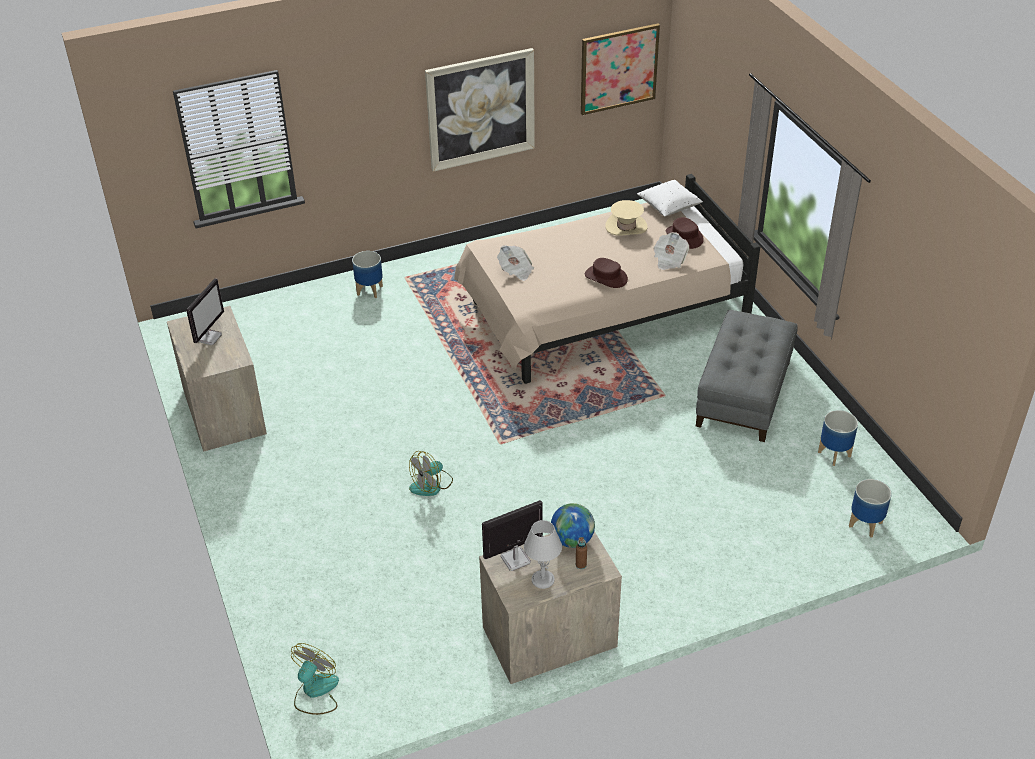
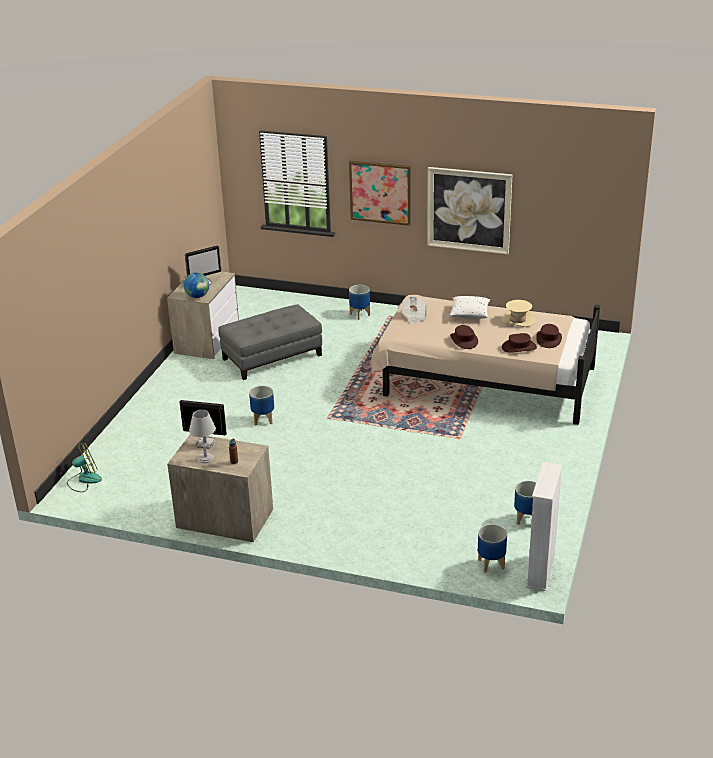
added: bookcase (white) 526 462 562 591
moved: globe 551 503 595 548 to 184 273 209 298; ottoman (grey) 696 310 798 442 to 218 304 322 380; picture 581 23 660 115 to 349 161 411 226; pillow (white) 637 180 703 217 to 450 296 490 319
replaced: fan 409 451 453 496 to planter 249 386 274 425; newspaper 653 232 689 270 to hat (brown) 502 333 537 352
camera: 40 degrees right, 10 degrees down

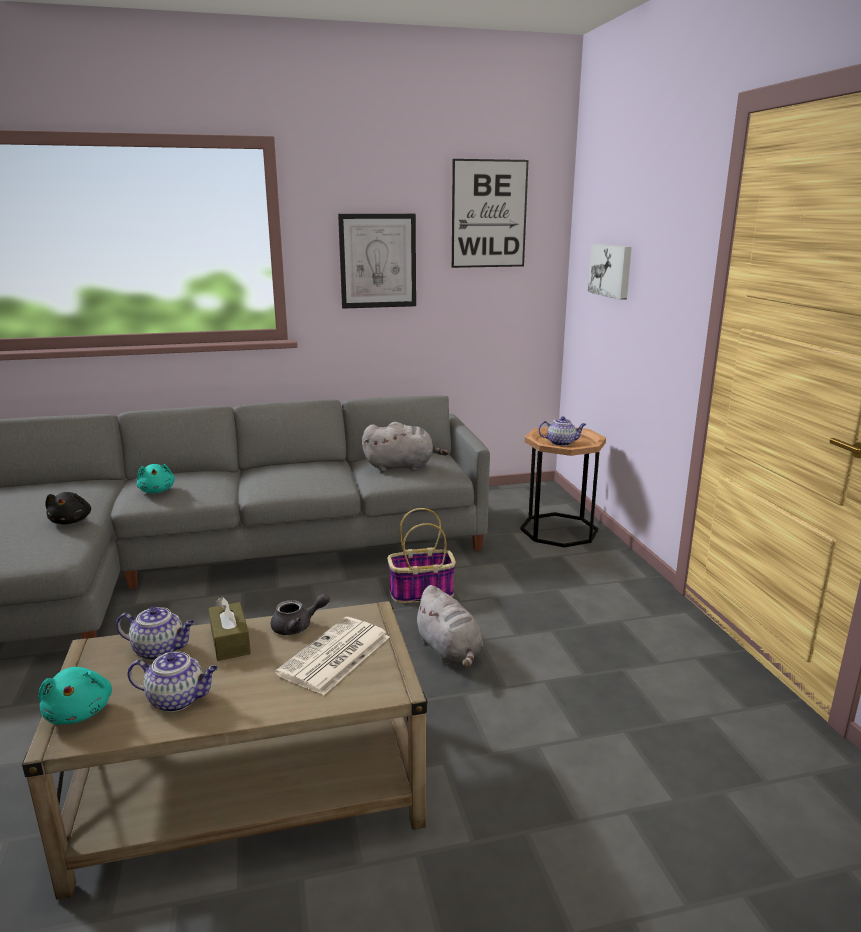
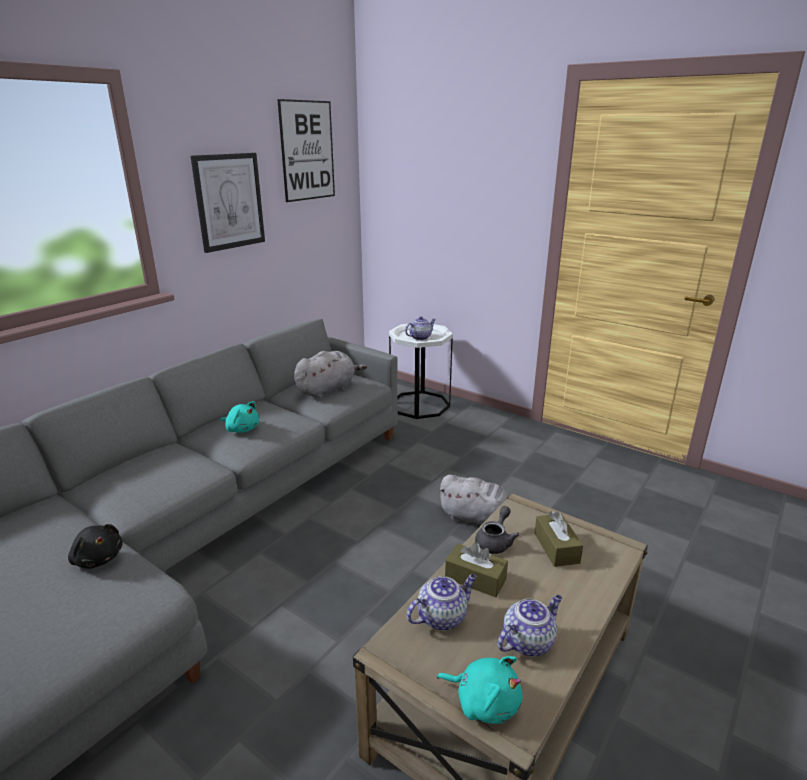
removed: basket 387 508 456 603; picture 588 244 632 300
moved: plush toy (turquoise) 137 464 175 493 to 220 401 259 433
replaced: newspaper 275 617 390 696 to tissue box (brown) 535 511 583 567
recoloured: side table (brown) 520 427 606 547 to side table (white) 389 324 453 419
camera: 40 degrees left, 5 degrees up

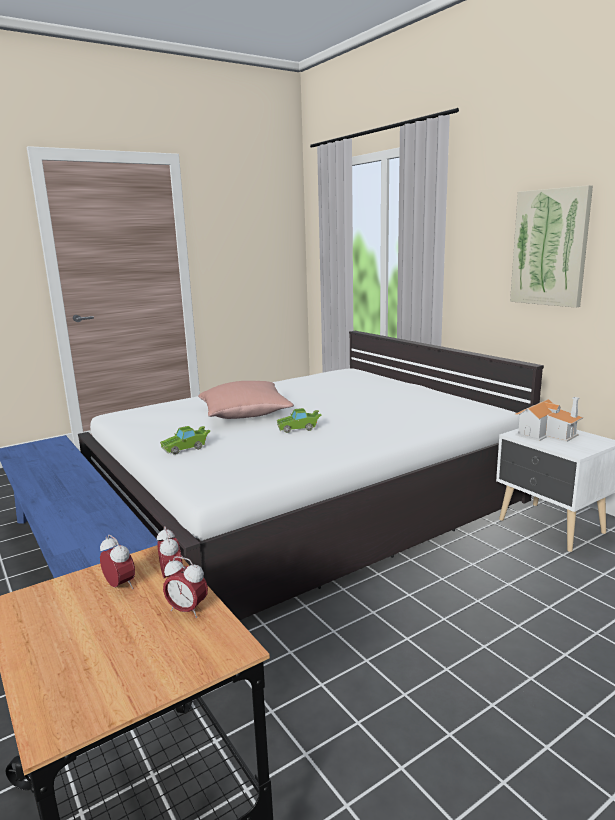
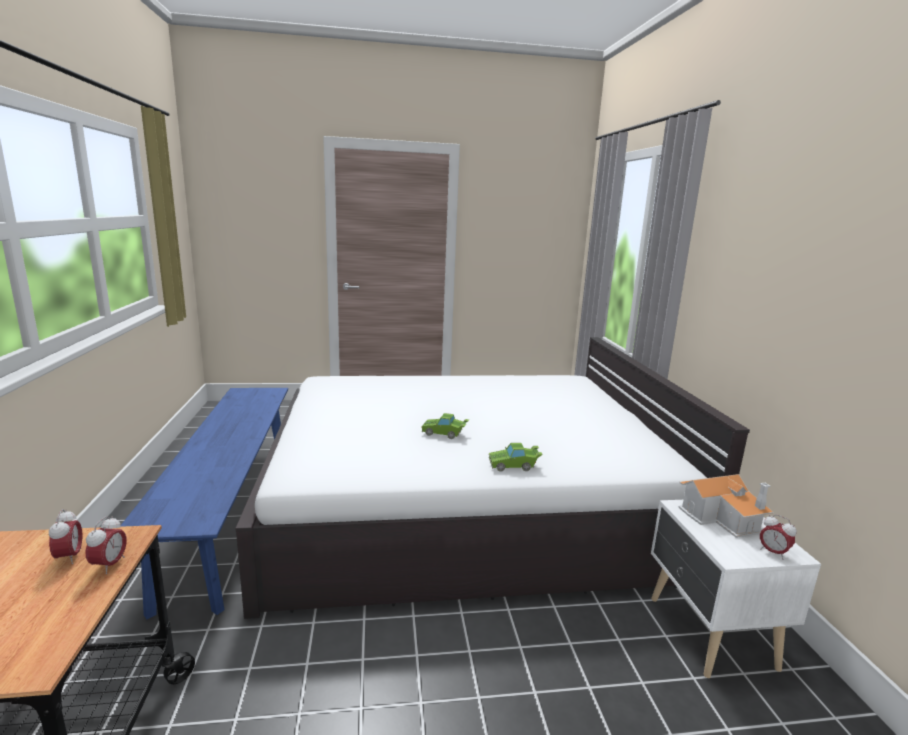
removed: pillow (pink) 198 381 294 419; picture 510 185 593 308
moved: toy car (green) 160 426 210 455 to 489 443 543 472; alarm clock 163 556 208 618 to 760 514 797 560
camera: 25 degrees right, 0 degrees up

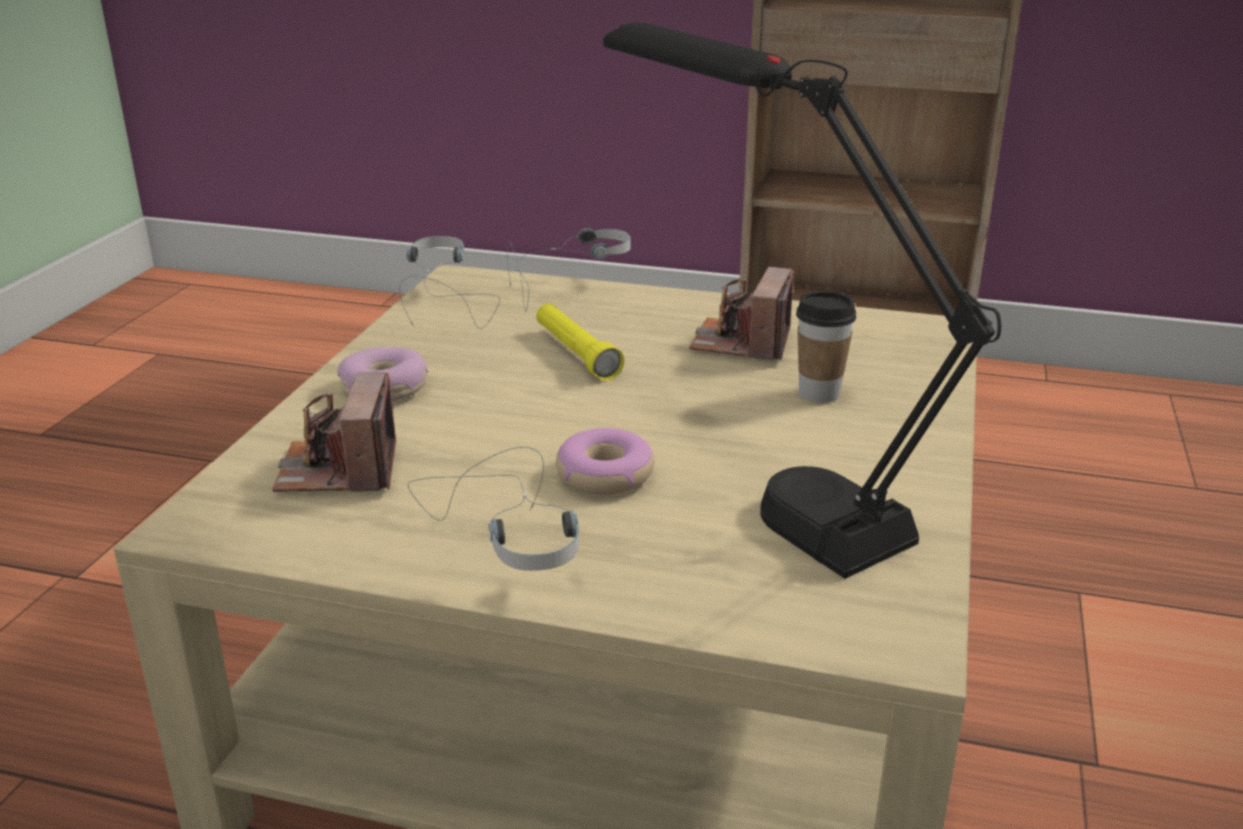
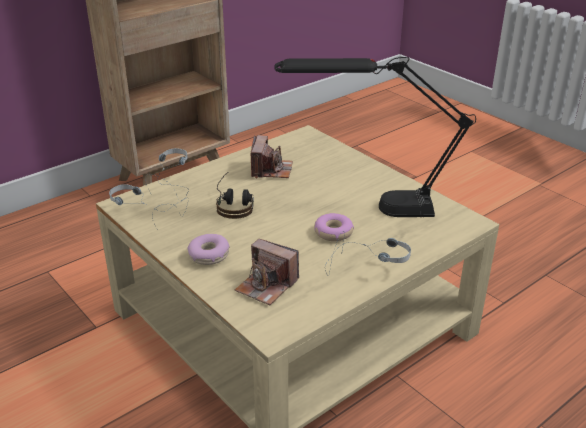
removed: cup 796 291 856 403
replaced: flashlight (yellow) 536 303 624 381 to headphones 216 172 254 219
turned: photo camera 689 267 794 360 = 251 135 293 178 135 degrees counterclockwise
camera: 55 degrees left, 5 degrees up

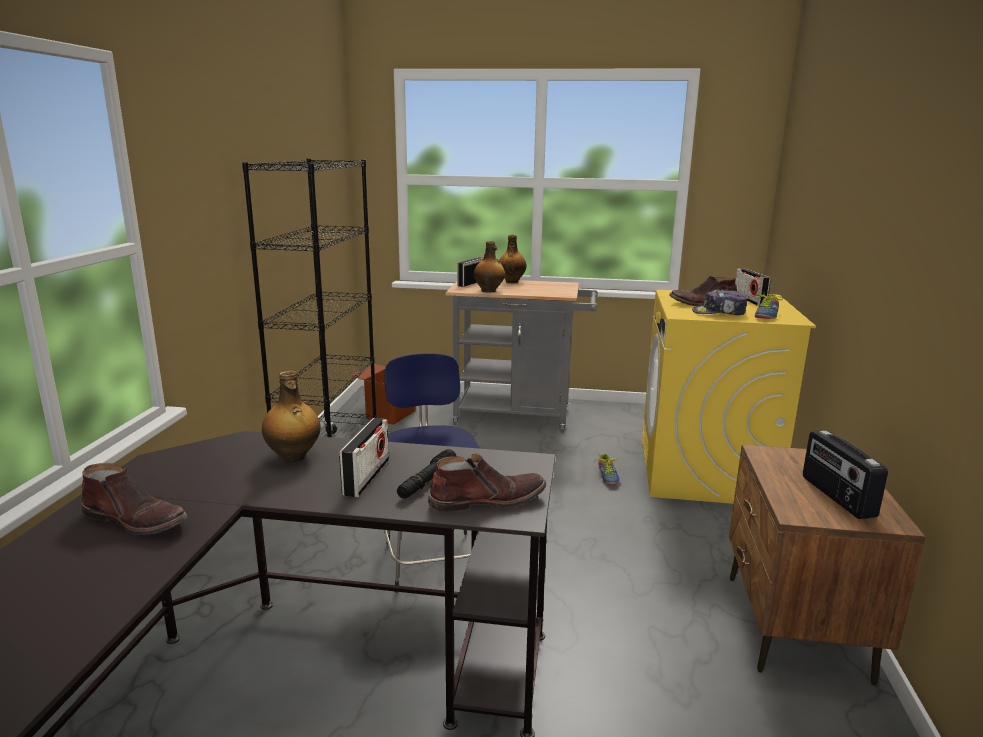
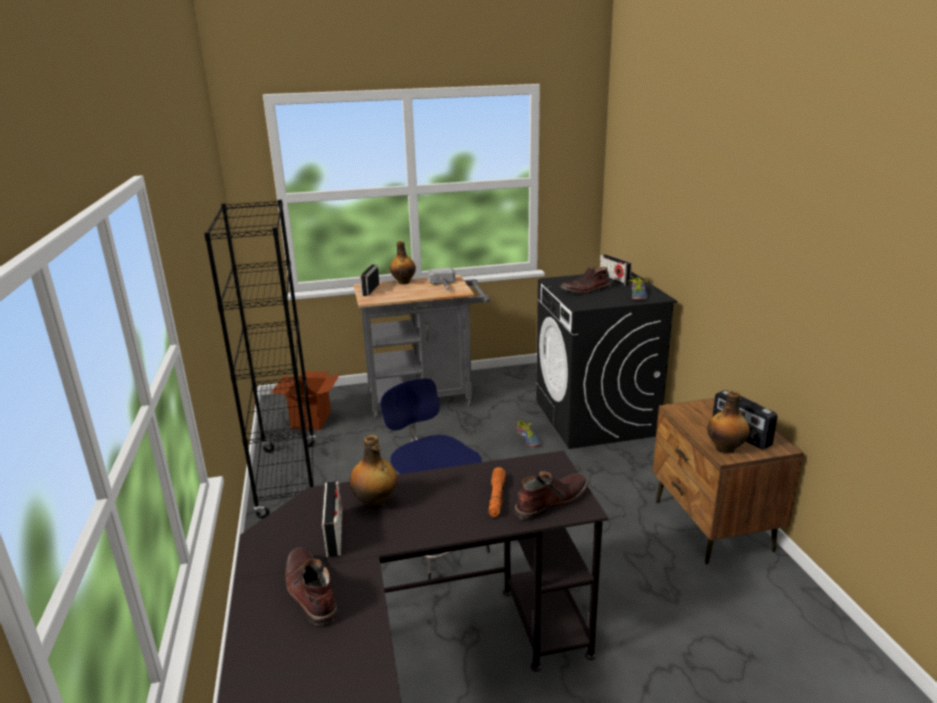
removed: cap 692 289 747 315
added: hammer 428 268 455 290
moved: radio 339 418 389 497 to 322 481 343 557; bottle 474 241 505 293 to 707 391 750 454
recoloured: flashlight (black) 397 449 456 499 to flashlight (orange) 489 467 505 517; washing machine (yellow) 642 290 816 504 to washing machine (black) 536 271 677 449
turned: boot (brown) 81 463 187 535 = 285 547 338 625 120 degrees counterclockwise
camera: 20 degrees left, 5 degrees up

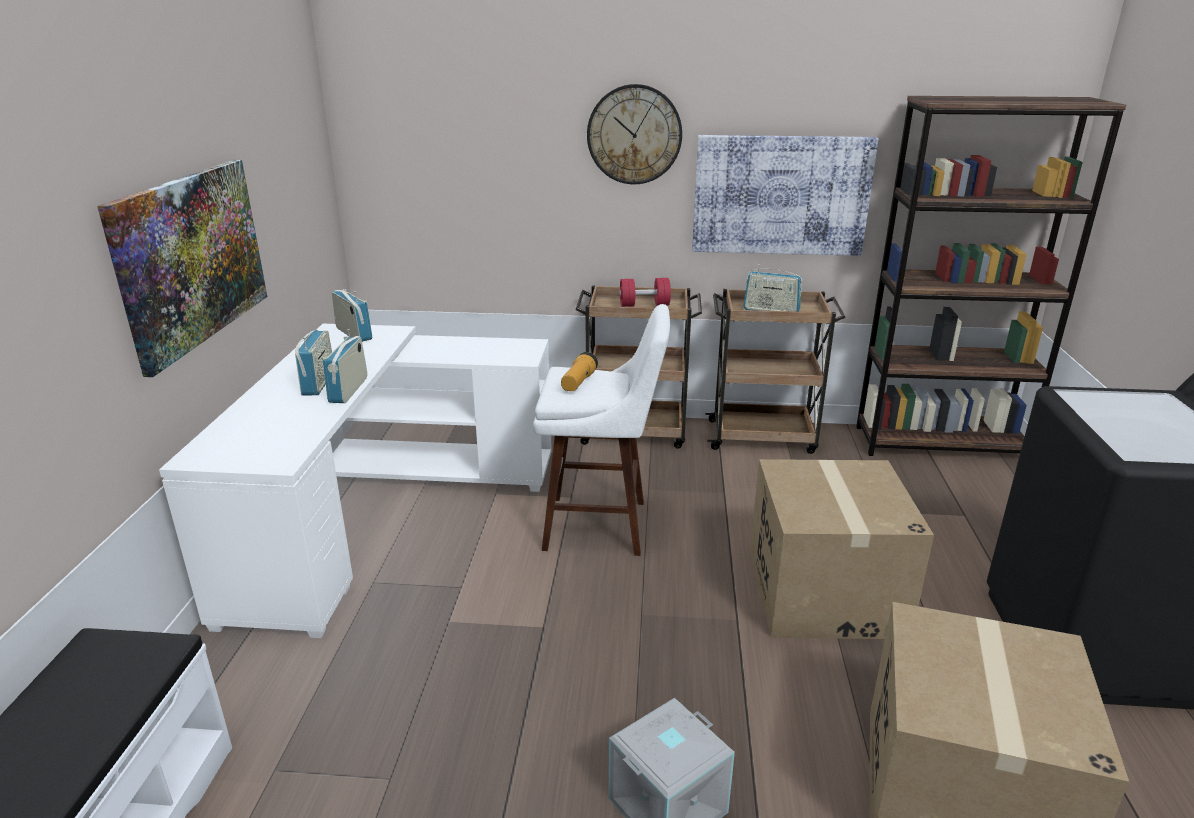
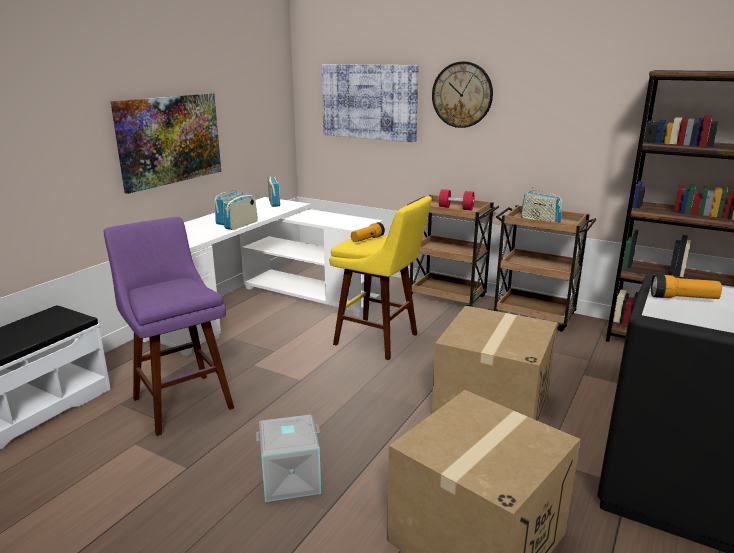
added: stool (purple) 104 217 234 436; flashlight 651 274 722 299
moved: picture 692 135 878 256 to 322 64 419 142
recoloured: stool (white) 533 304 670 556 to stool (yellow) 329 196 432 360
camera: 25 degrees right, 5 degrees down

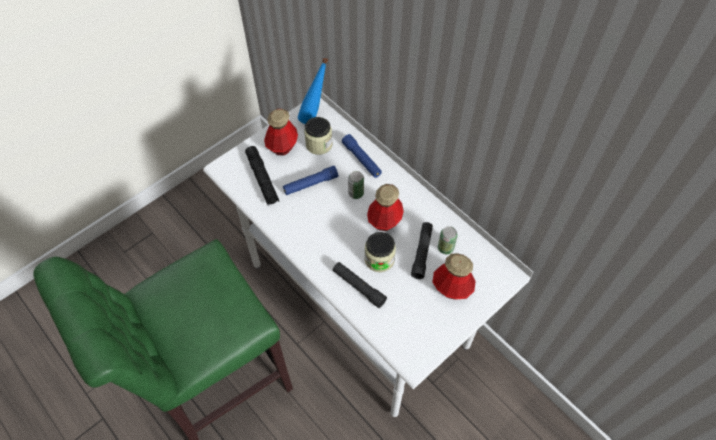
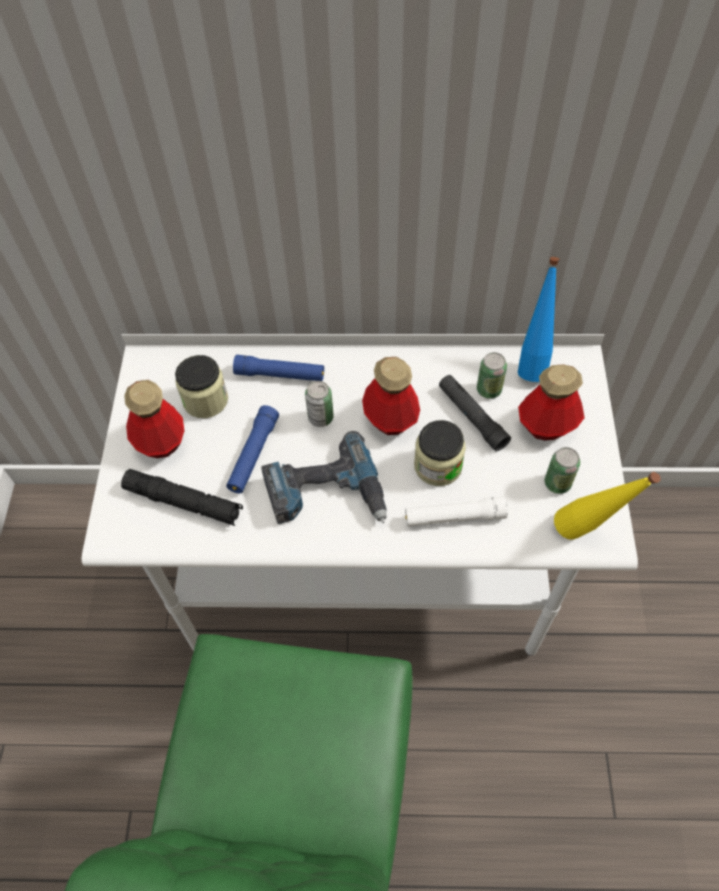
added: power drill 261 431 387 524; can 545 447 580 494; bottle (yellow) 554 472 661 540
moved: bottle (blue) 298 58 328 124 to 518 257 560 382
recoloured: flashlight (black) 333 262 387 308 to flashlight (white) 405 496 508 527
camera: 45 degrees left, 0 degrees up

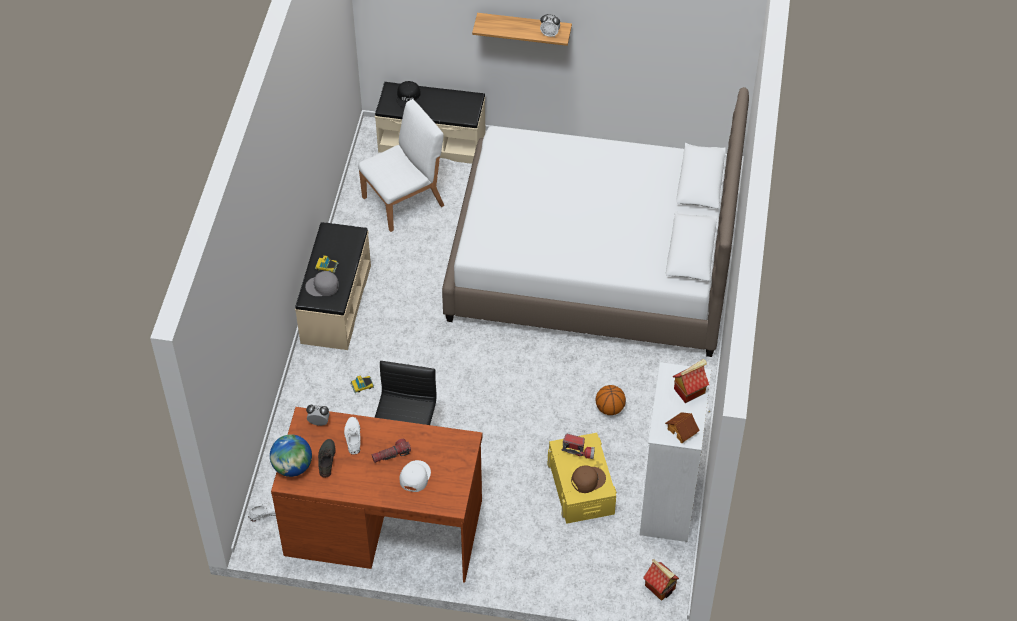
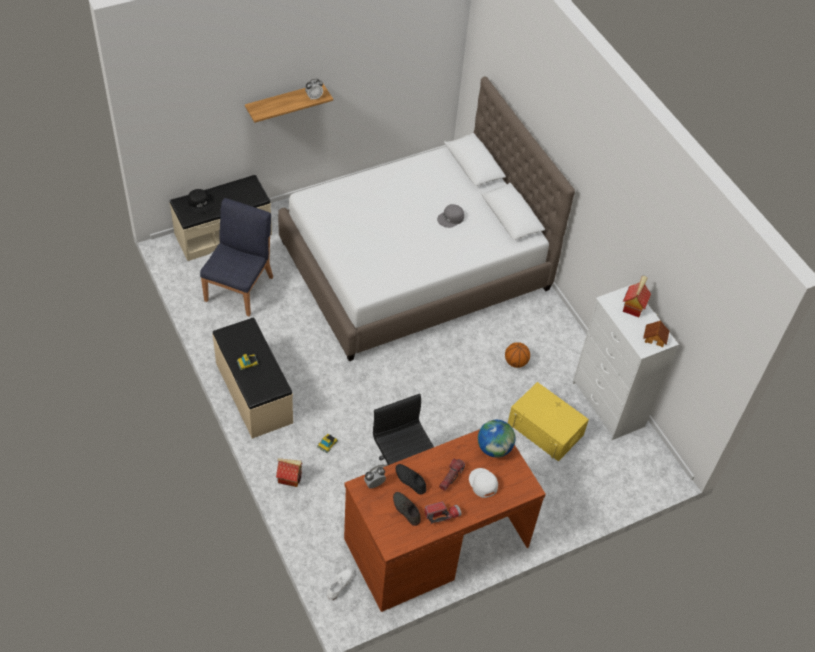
removed: cap (brown) 571 465 606 493
moved: toy house 643 559 679 601 to 276 458 302 487; flashlight 561 434 595 459 to 424 501 462 524; cap (grey) 305 271 339 296 to 437 204 464 228; globe 270 434 312 477 to 478 420 515 458
recoloured: chair (white) 358 99 444 232 to chair (blue) 200 198 273 317; shoe (white) 344 417 361 455 to shoe (black) 396 464 426 495
camera: 40 degrees left, 0 degrees up

